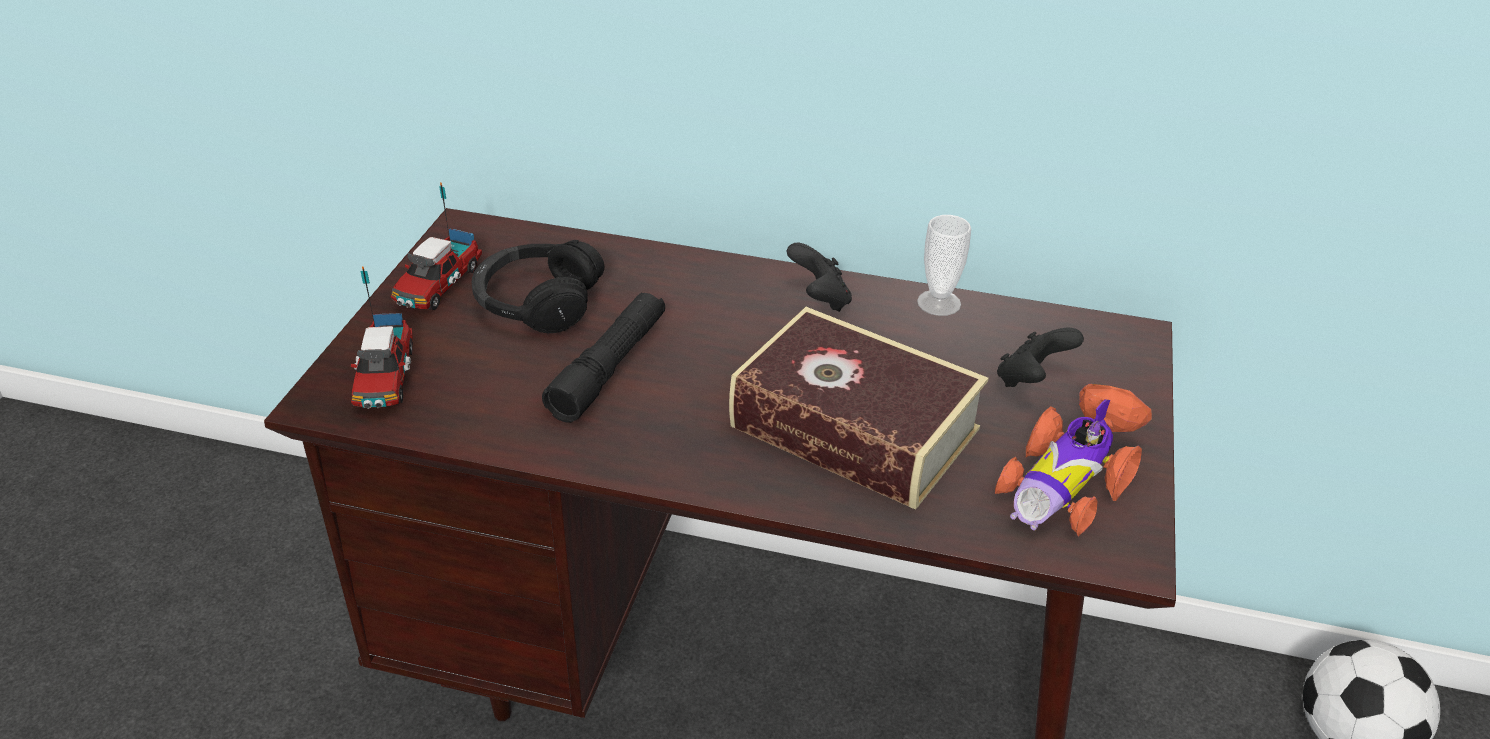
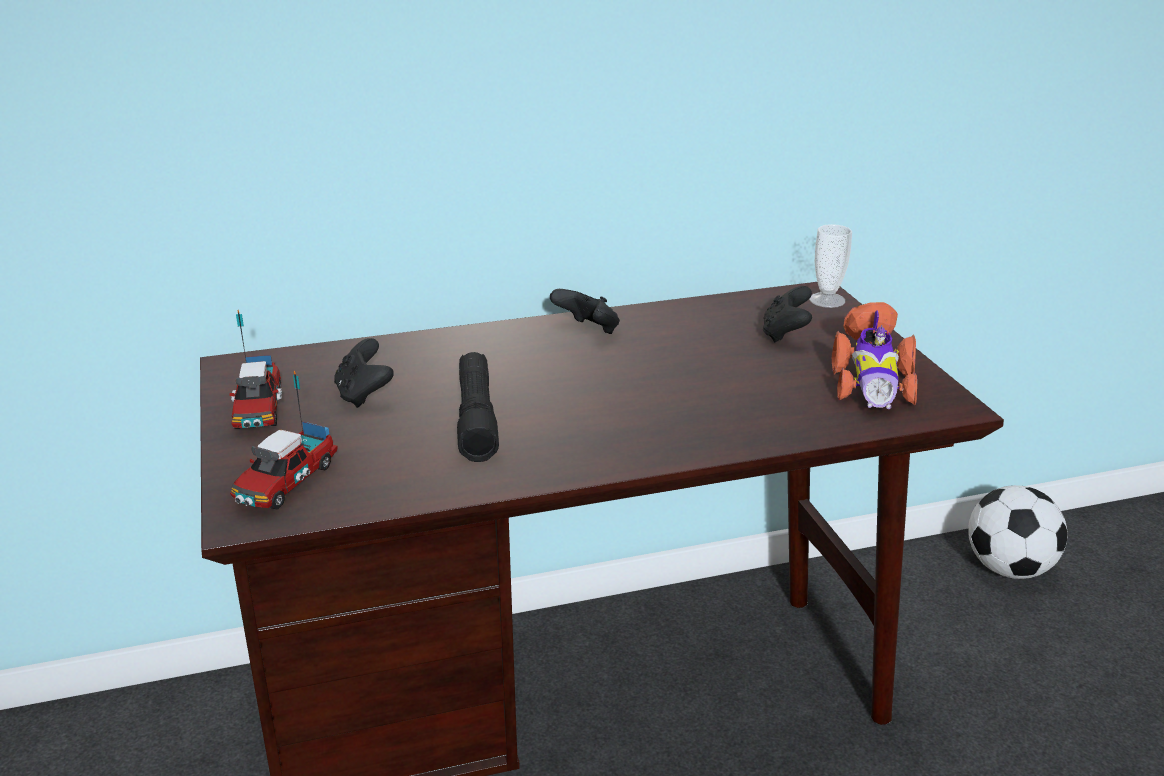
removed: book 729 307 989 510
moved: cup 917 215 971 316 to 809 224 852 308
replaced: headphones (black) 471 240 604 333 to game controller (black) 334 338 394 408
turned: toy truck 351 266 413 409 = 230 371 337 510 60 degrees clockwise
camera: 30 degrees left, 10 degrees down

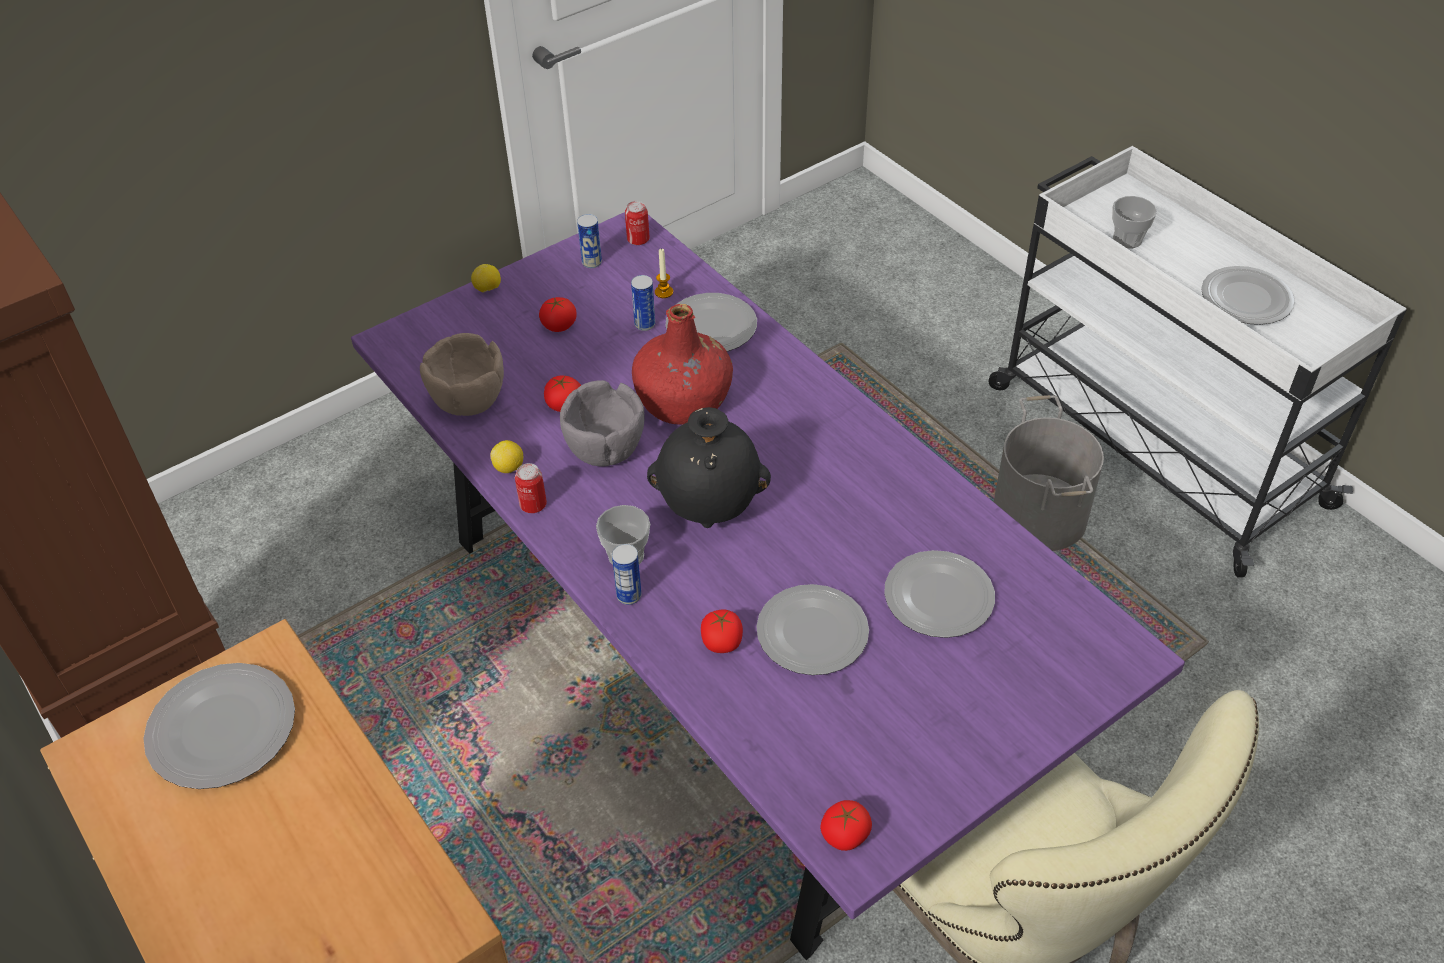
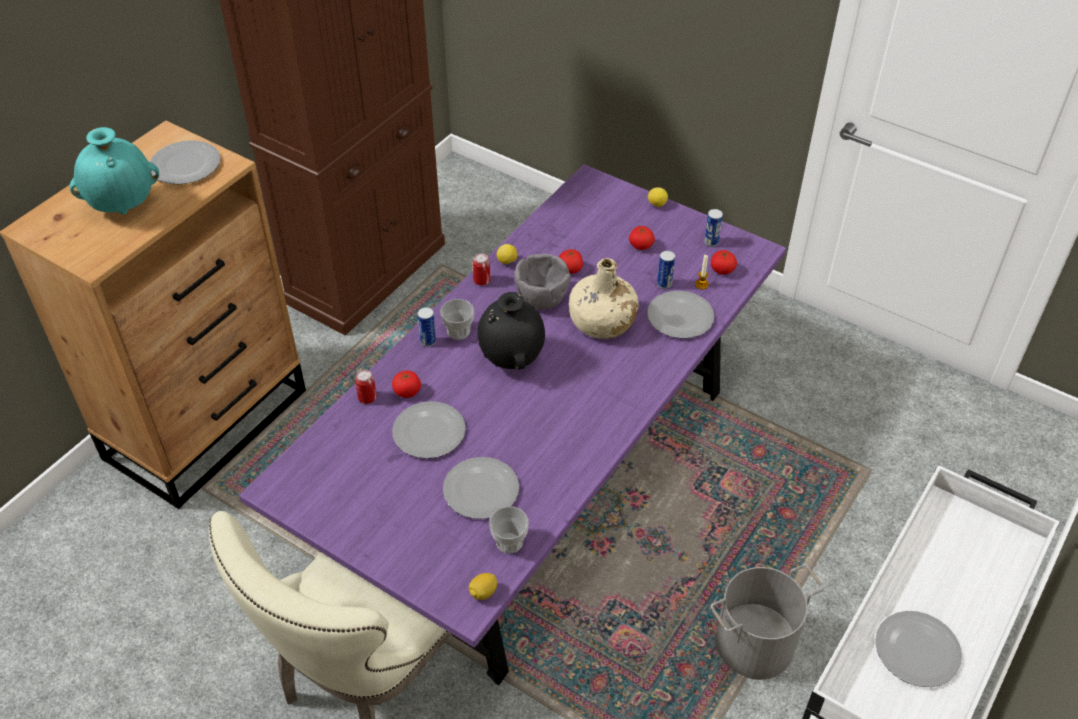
removed: bowl (brown) 420 333 504 416
added: vase (turquoise) 70 127 159 214; lemon 469 573 497 600
moved: can 625 201 650 245 to 355 370 377 404; cup 1112 196 1157 248 to 489 506 529 554; tomato 820 800 872 851 to 711 250 737 275
recoloured: bottle (red) 632 304 733 425 to bottle (beige) 569 258 639 339
camera: 70 degrees right, 0 degrees up

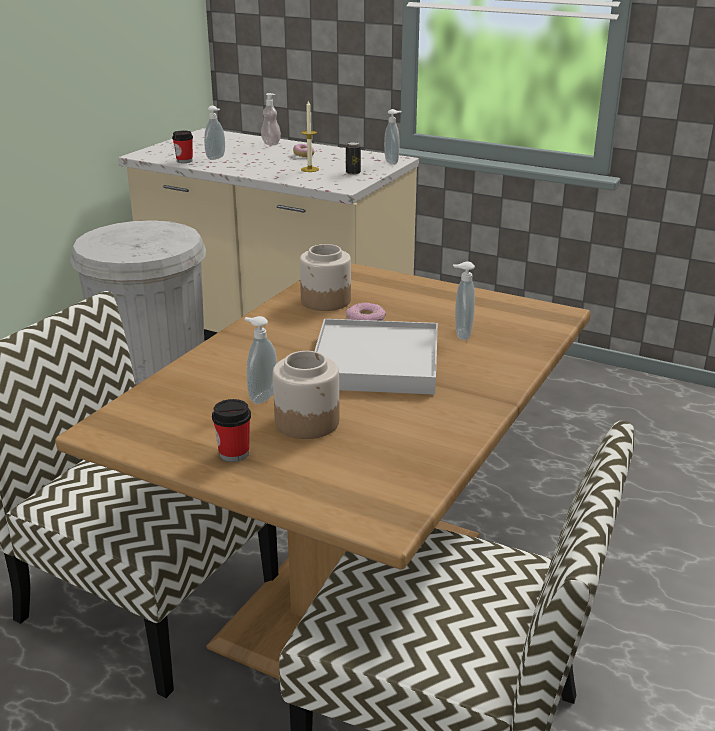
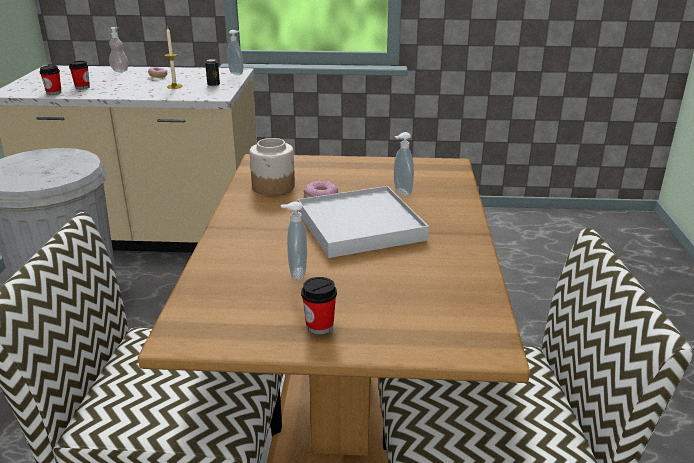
removed: jar 273 351 340 439
replaced: soap dispenser 204 106 225 160 to cup 69 60 90 89
camera: 25 degrees left, 0 degrees up

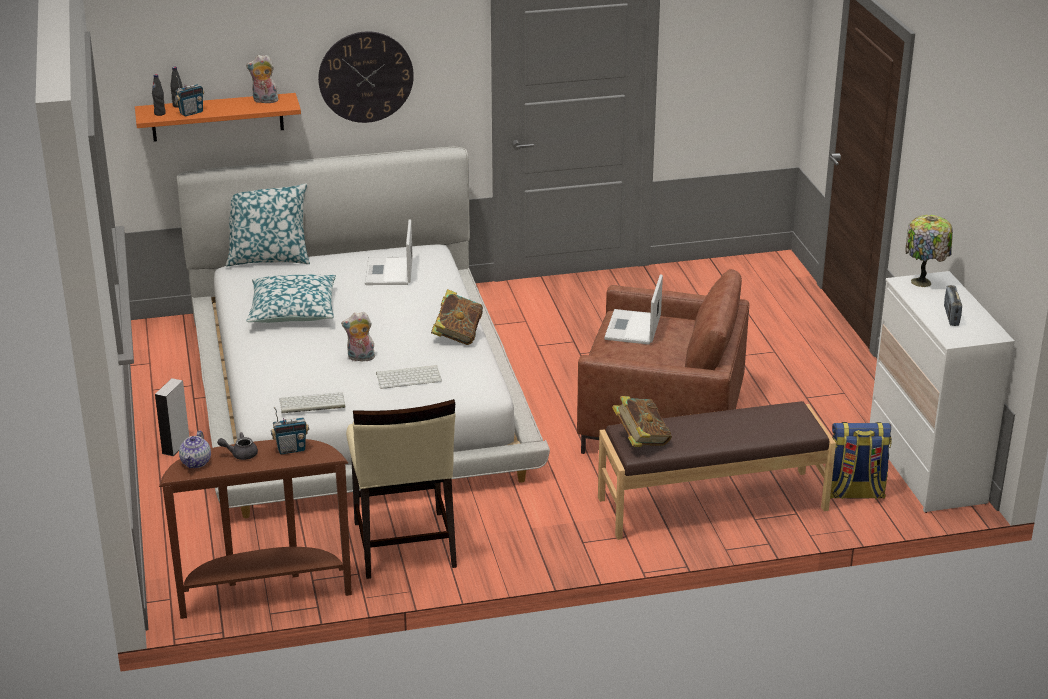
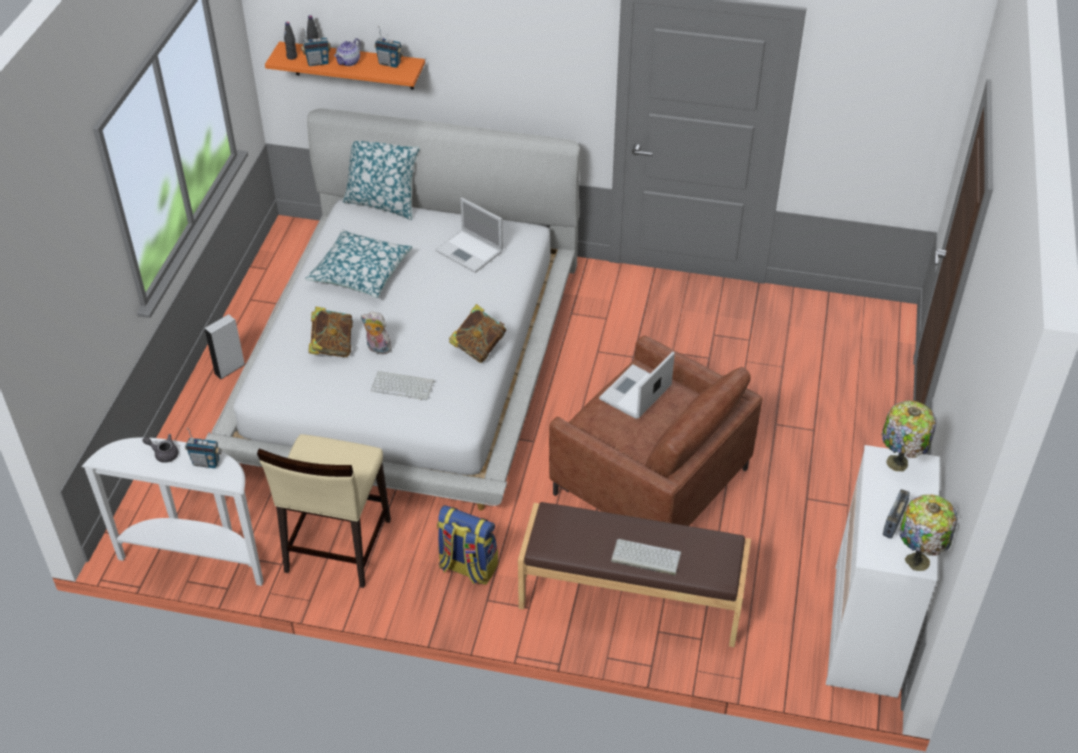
removed: wall clock 318 31 414 123
added: table lamp 899 495 957 571
moved: book 612 396 672 447 to 308 307 353 357; teapot 179 430 211 468 to 334 38 361 66; backpack 830 422 891 499 to 437 505 498 585; keyboard 279 392 345 413 to 611 539 681 575
replaced: plush toy 246 55 278 103 to radio 374 26 404 68
recoloured: console table (brown) 159 439 352 619 to console table (white) 81 437 264 586
turned: laptop 365 219 413 285 = 435 198 503 273 75 degrees counterclockwise
camera: 25 degrees right, 15 degrees up

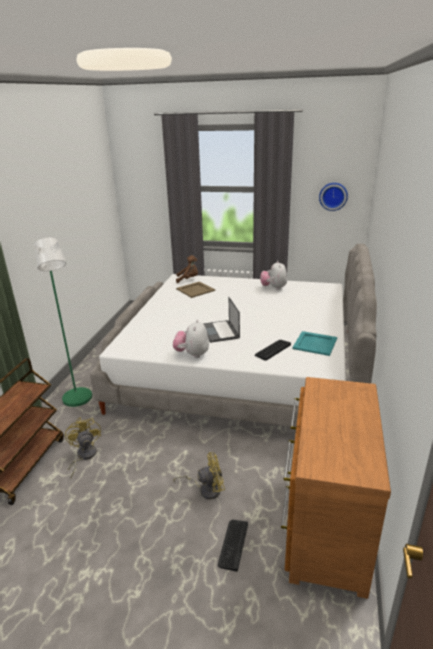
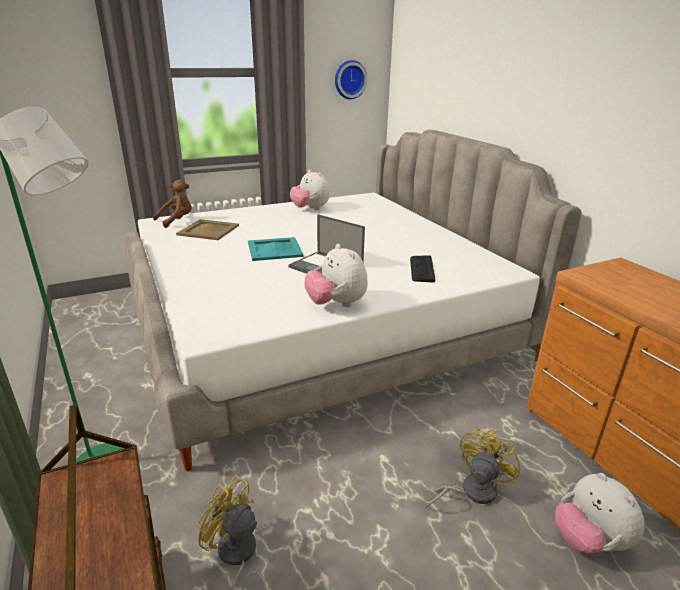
moved: tray (turquoise) 292 331 337 356 to 248 237 303 261
replaced: keyboard 218 520 248 572 to plush toy 555 473 644 554
camera: 40 degrees left, 0 degrees up

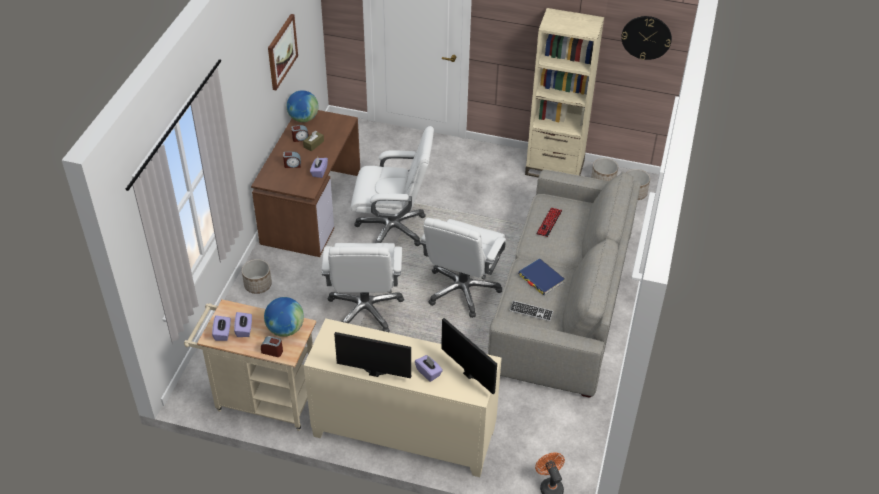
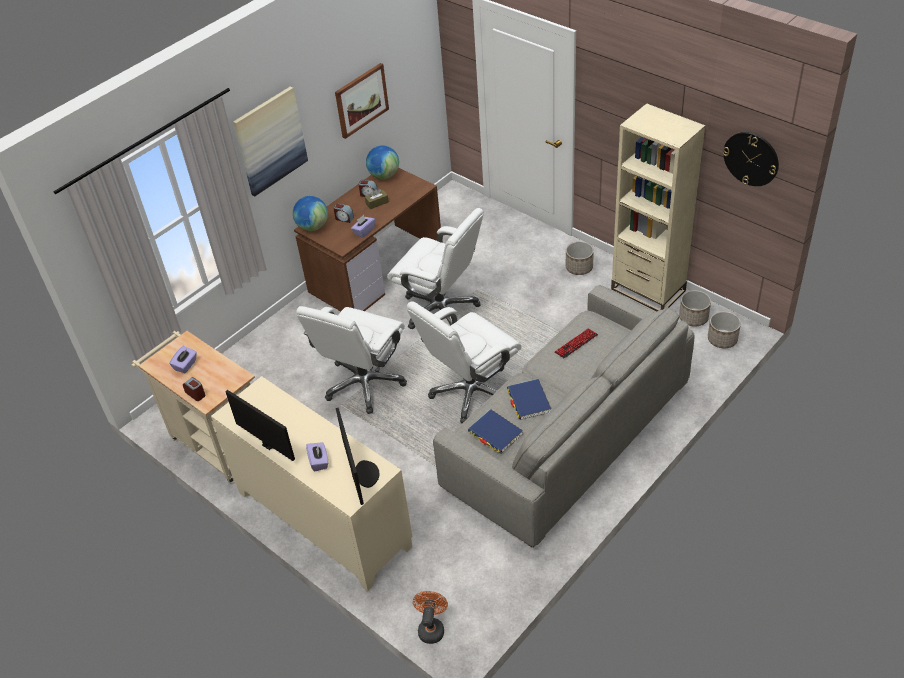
removed: tissue box (purple) 212 315 231 341
added: picture 233 86 308 196
moved: globe 264 297 304 337 to 293 196 328 231; planter 242 259 272 294 to 566 241 594 275
replaced: keyboard 509 301 553 321 to book (blue) 468 409 523 454
camera: 30 degrees right, 0 degrees up

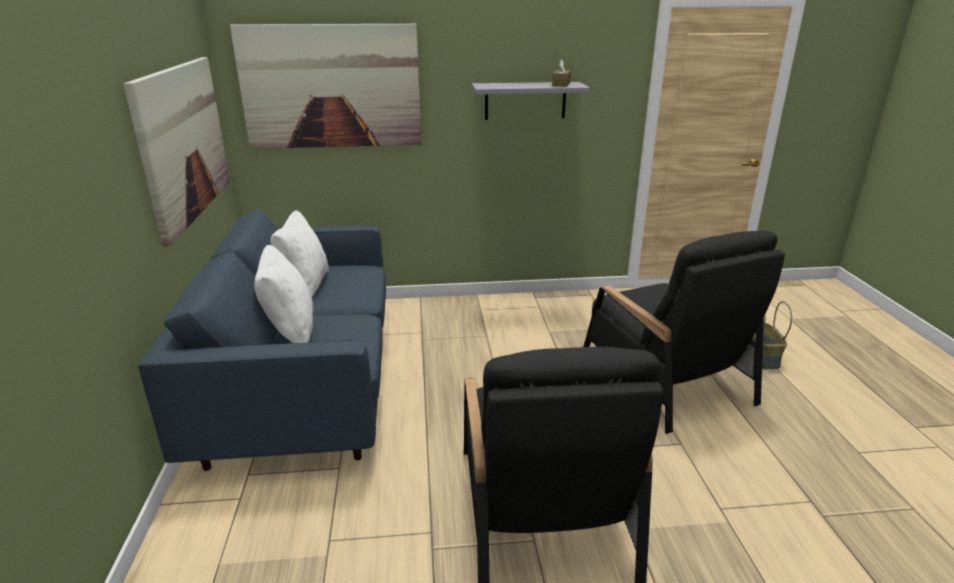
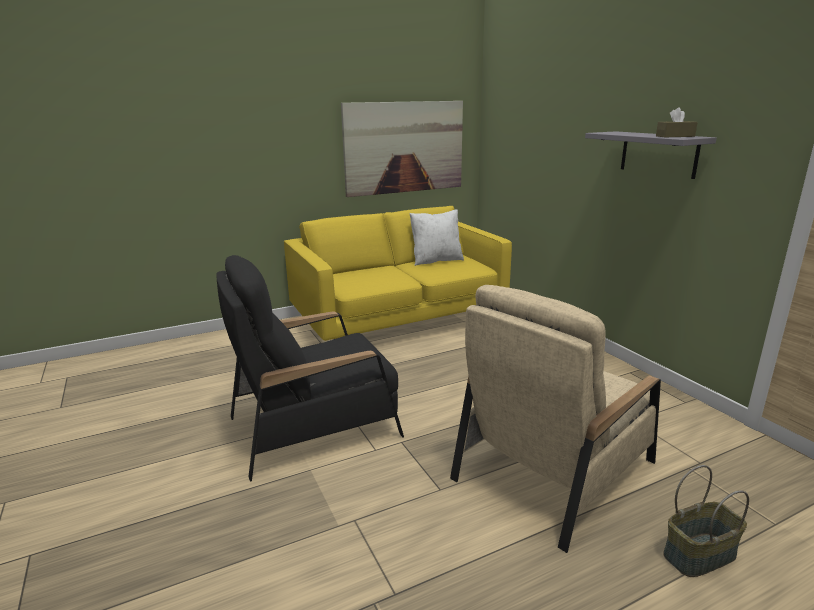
removed: picture 230 24 421 149; pillow (white) 254 245 313 343
recoloured: sofa (blue) 138 209 386 471 to sofa (yellow) 284 206 512 341; armchair (black) 583 231 785 434 to armchair (beige) 450 285 661 553
camera: 70 degrees right, 5 degrees down

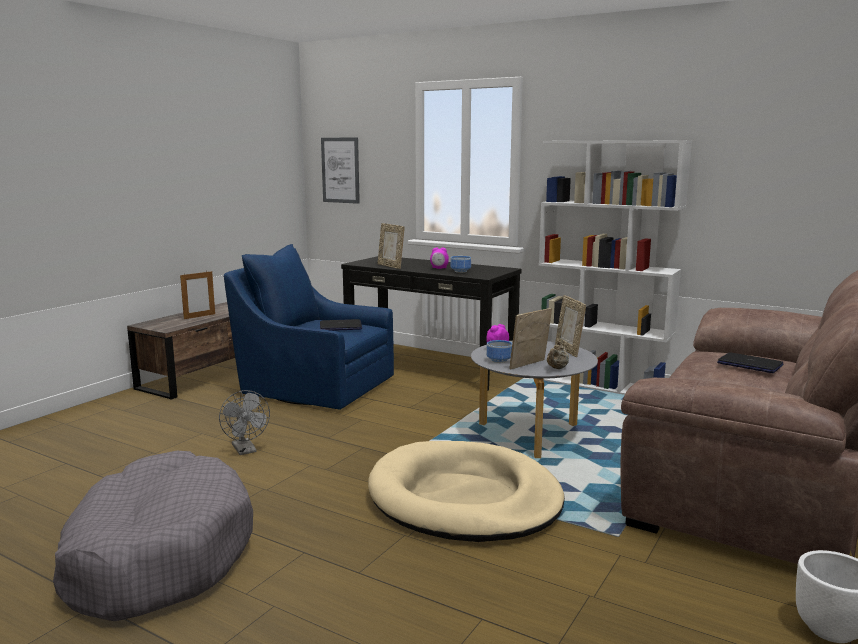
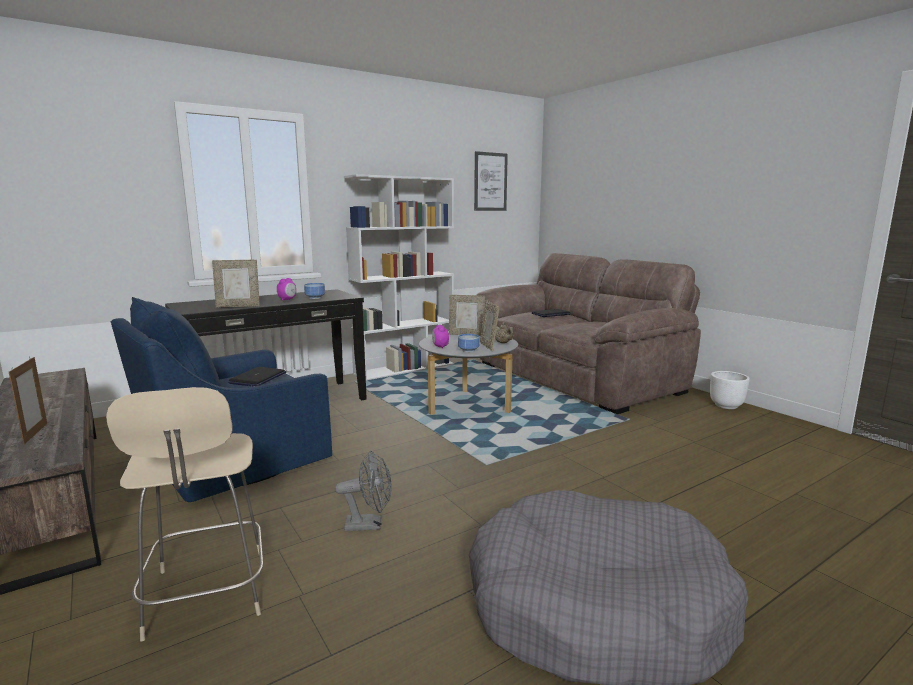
removed: dog bed (beige) 368 441 565 542
added: stool (beige) 106 387 264 641
moved: picture 321 137 360 204 to 474 151 508 211
camera: 65 degrees left, 0 degrees up

